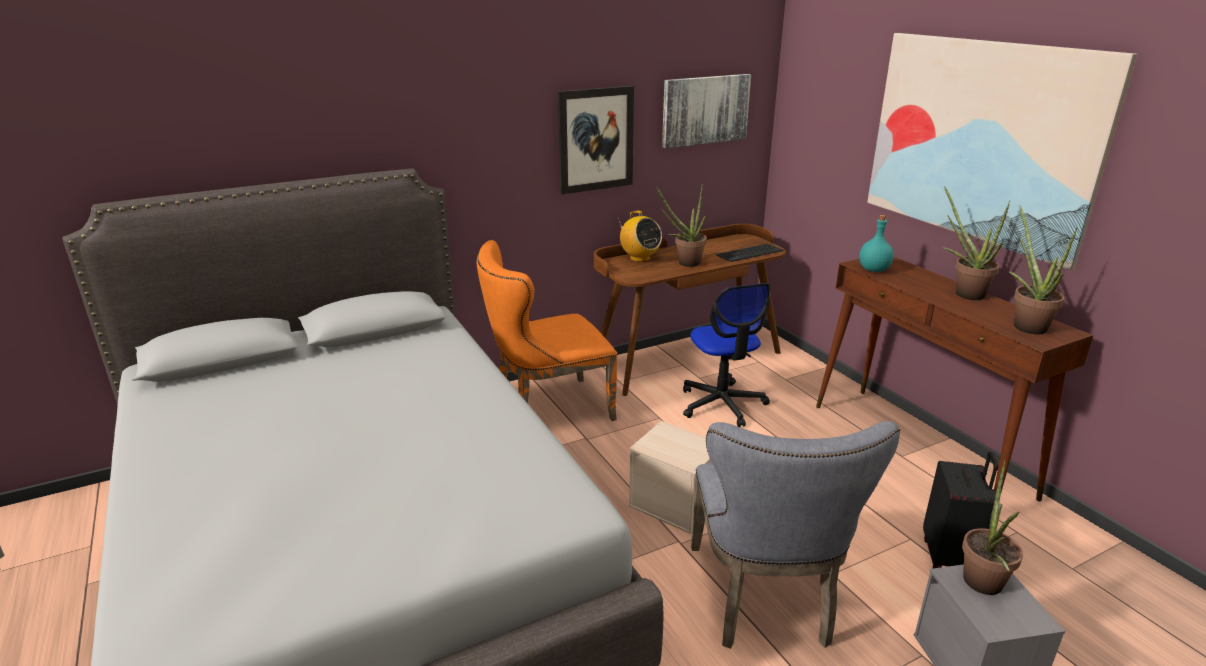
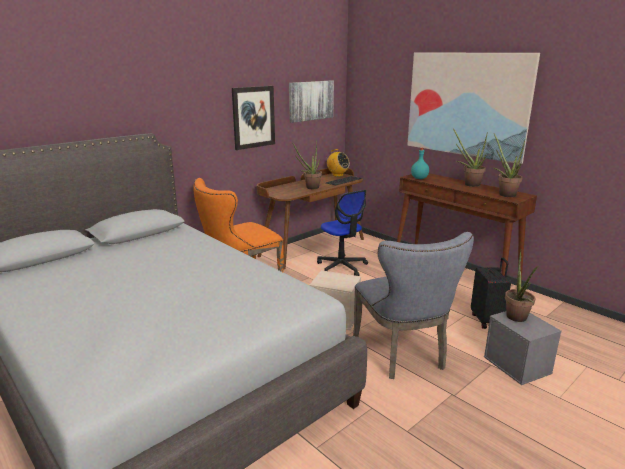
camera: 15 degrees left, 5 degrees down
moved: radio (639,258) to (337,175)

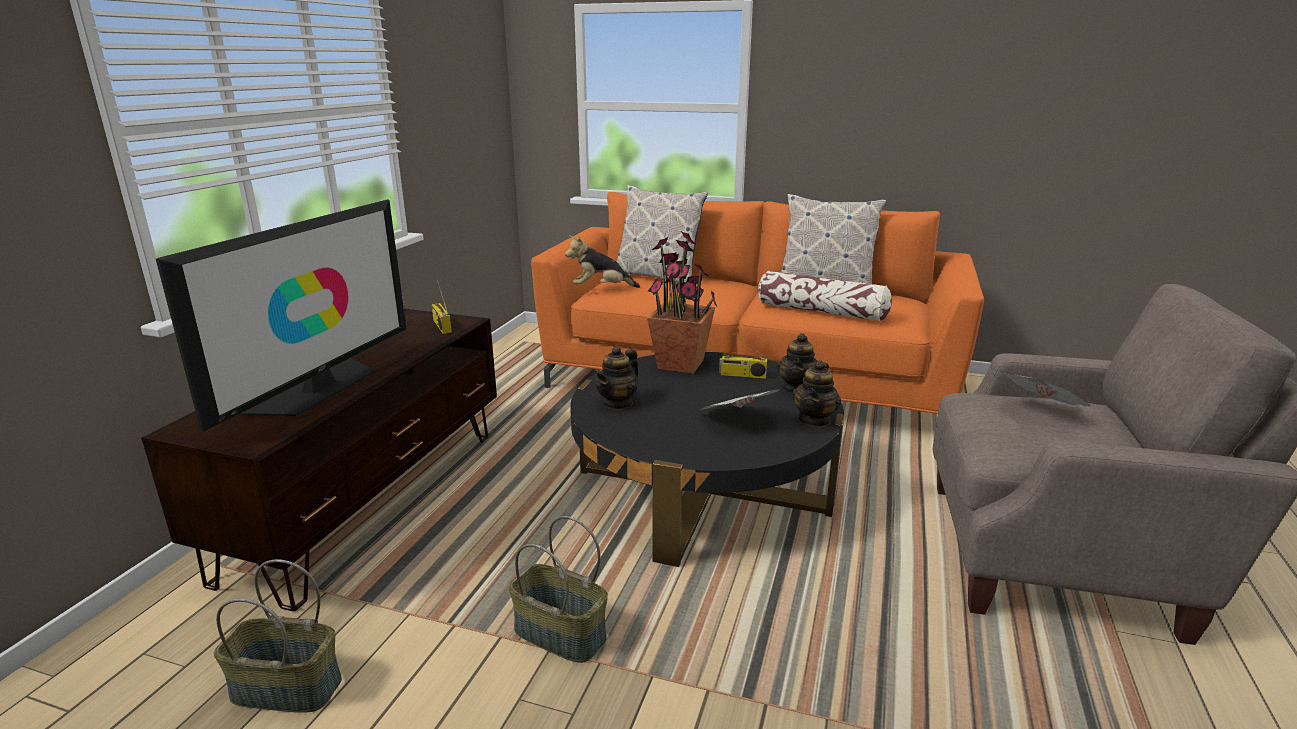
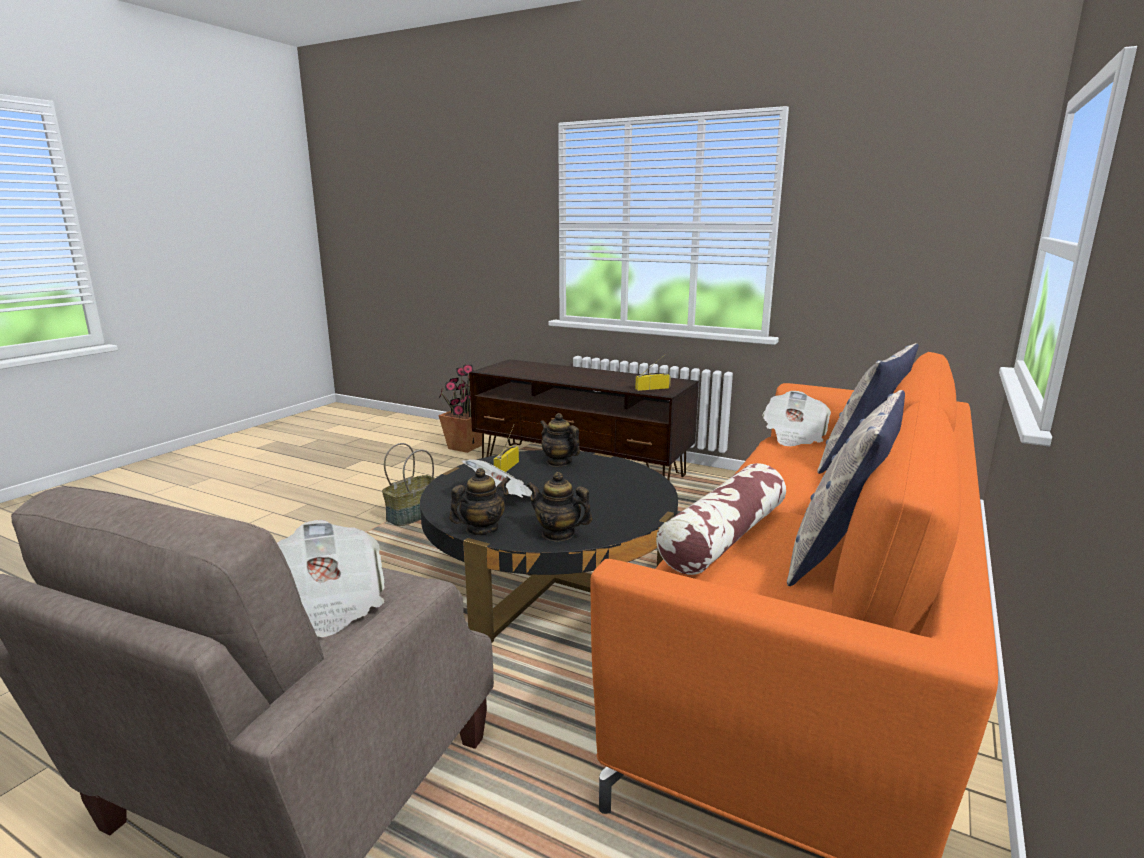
camera: 100 degrees right, 5 degrees down
removed: téléviseur (319,389); panier (285,689)
moved: plante en pot (681,364) to (464,447); radio (742,375) to (506,467)
replaced: peluche (601,288) to journal (793,436)
turned: théière (815,420) = (482,529) 105 degrees clockwise

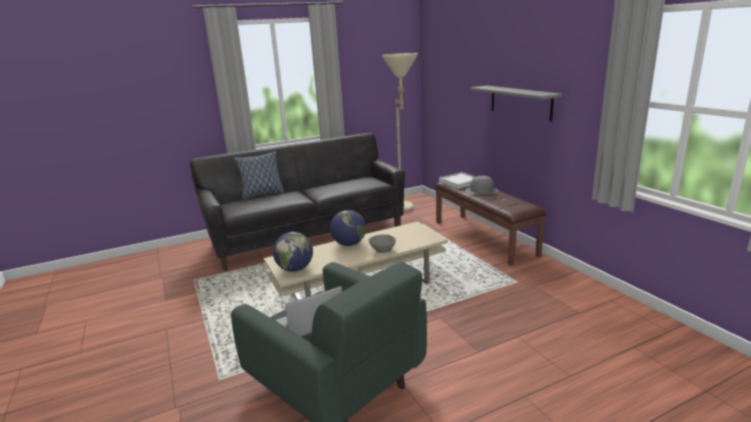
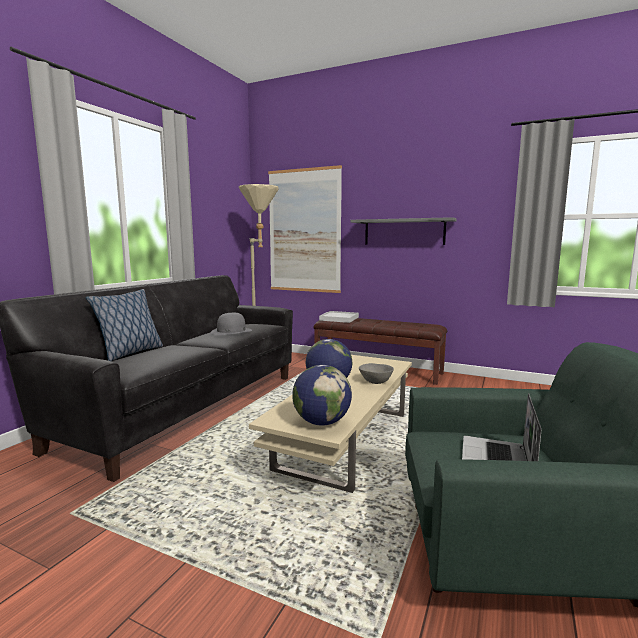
camera: 40 degrees left, 10 degrees down
added: tableau (304,231)
moved: chapeau/gris (481,191) to (231,331)

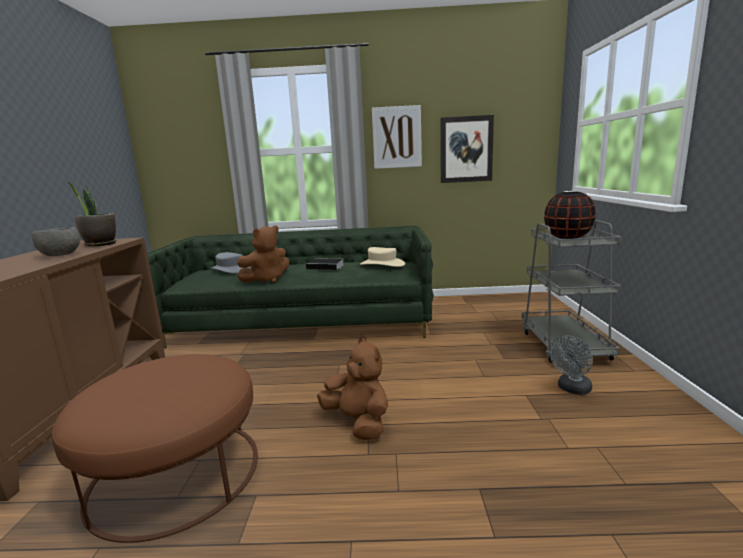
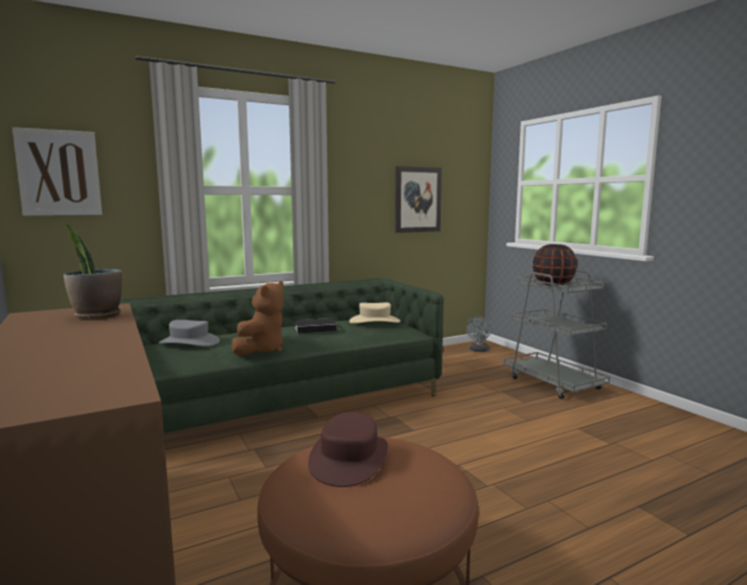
camera: 30 degrees left, 5 degrees down
removed: bol/gris (61,255); peluche/marron (358,422)
added: chapeau/marron (349,459)
moved: tableau (397,137) to (59,173); ventilateur/gris (572,389) to (478,350)

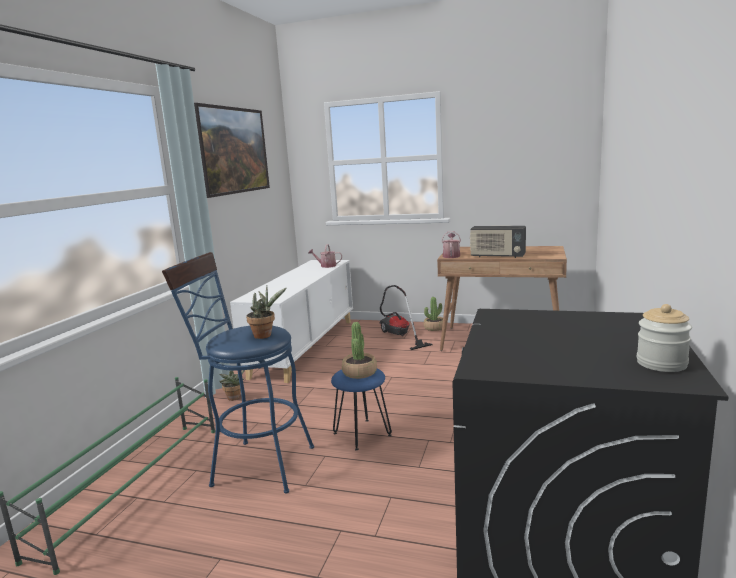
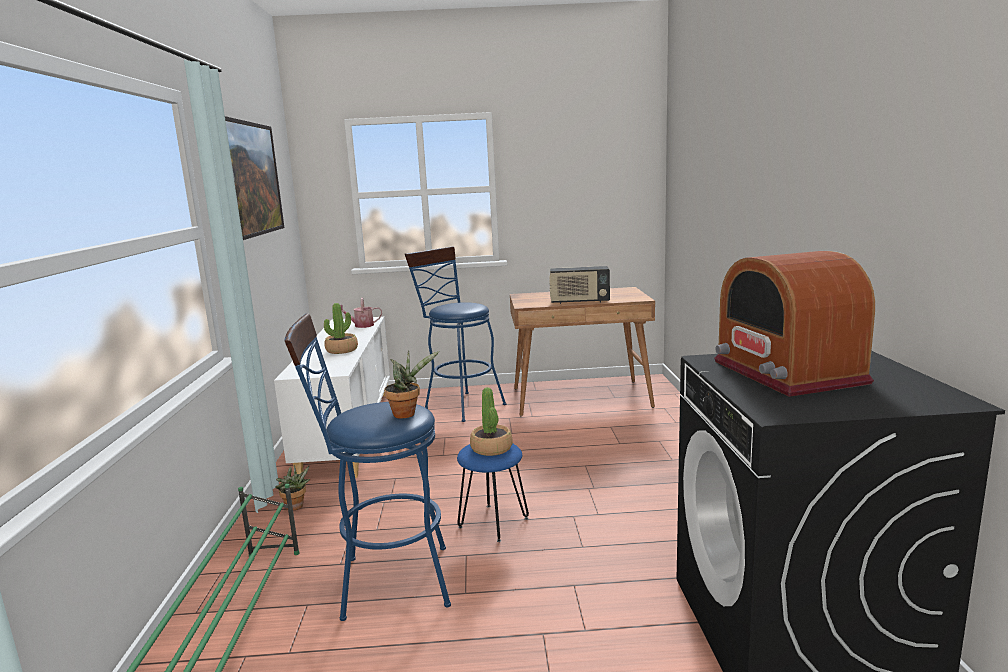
camera: 20 degrees left, 0 degrees up
removed: arrosoir (451,255); bocal (661,363)
added: radio (786,372)
moved: plante en pot (434,328) to (342,350)
replaced: aspirateur (399,336) to tabouret/bleu (460,405)

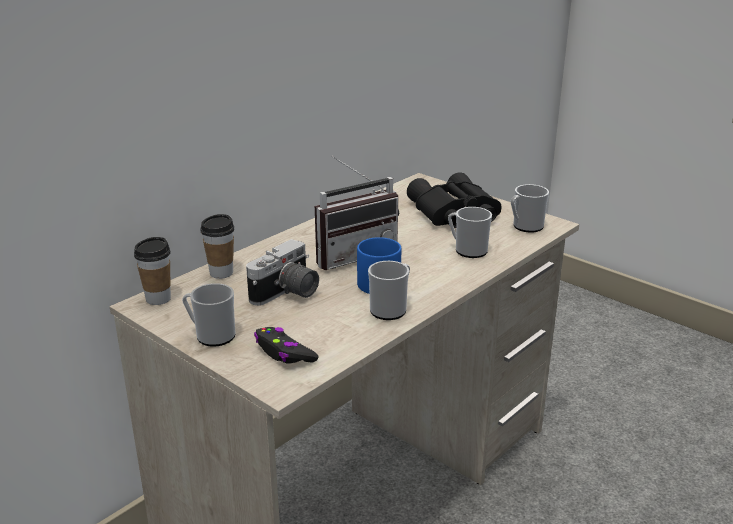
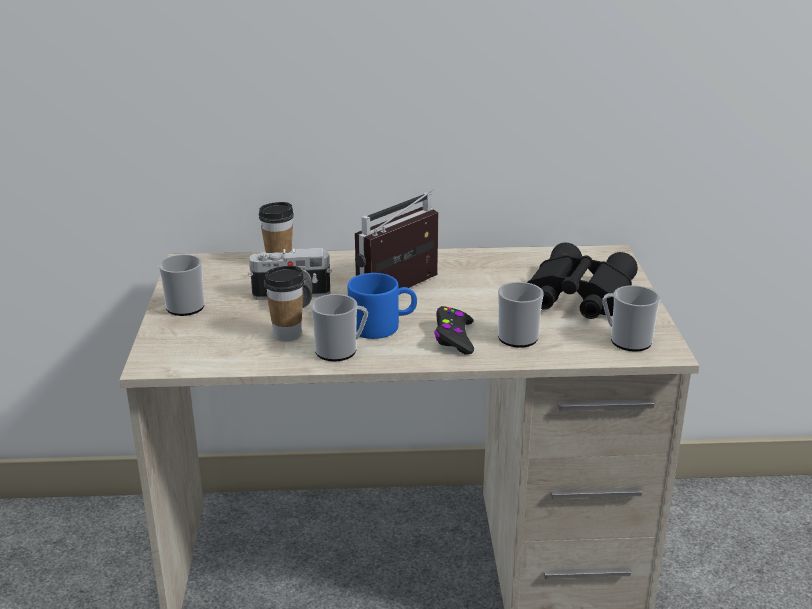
camera: 45 degrees right, 0 degrees up
moved: tasse (158,299) to (287,334); manette/noir (284,353) to (454,338)
turned: radio (353,254) = (405,293) 120 degrees clockwise

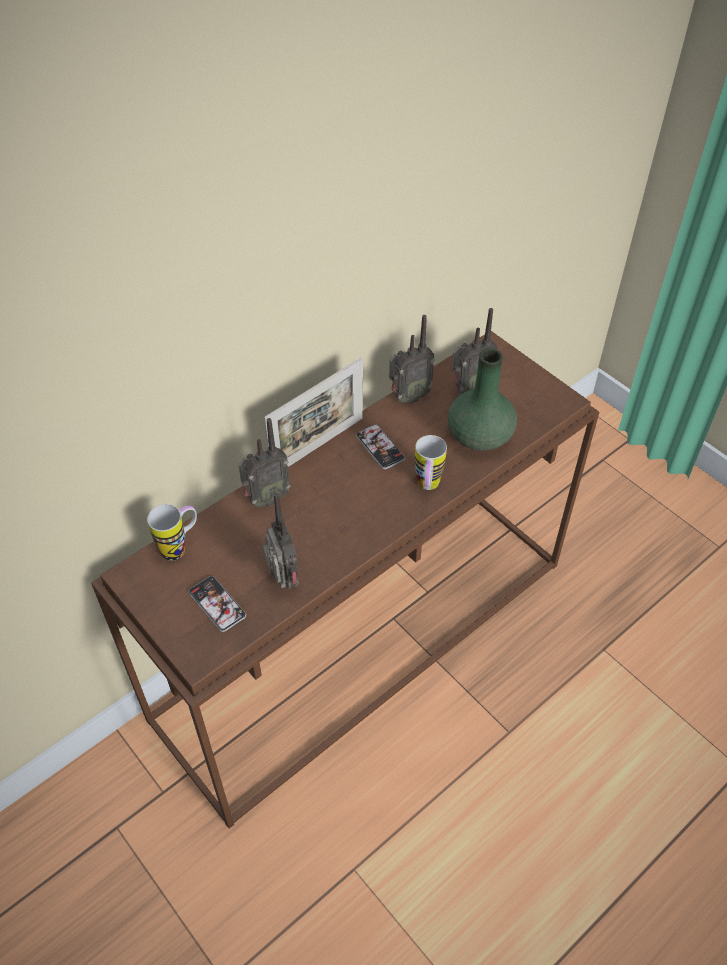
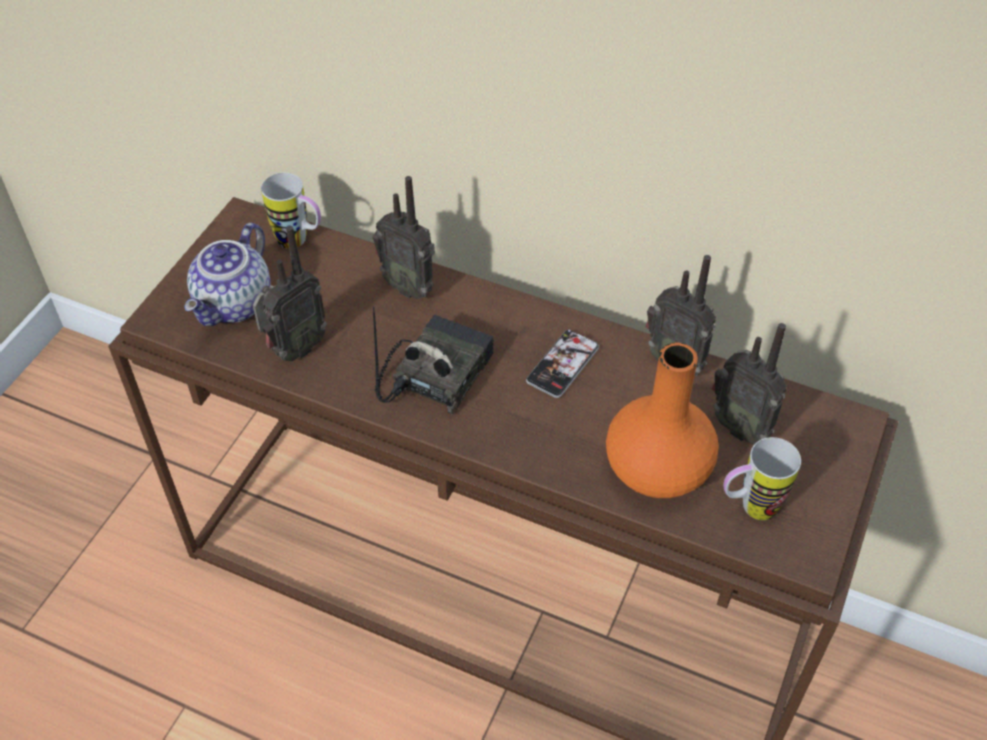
camera: 65 degrees right, 0 degrees up
removed: cadre photo (318,446)
added: radio (434,373)
moved: mug (427,487) to (749,508)
replaced: téléphone (217,604) to théière (235,305)
recoloured: vase/vert (480,436) to vase/orange (658,470)

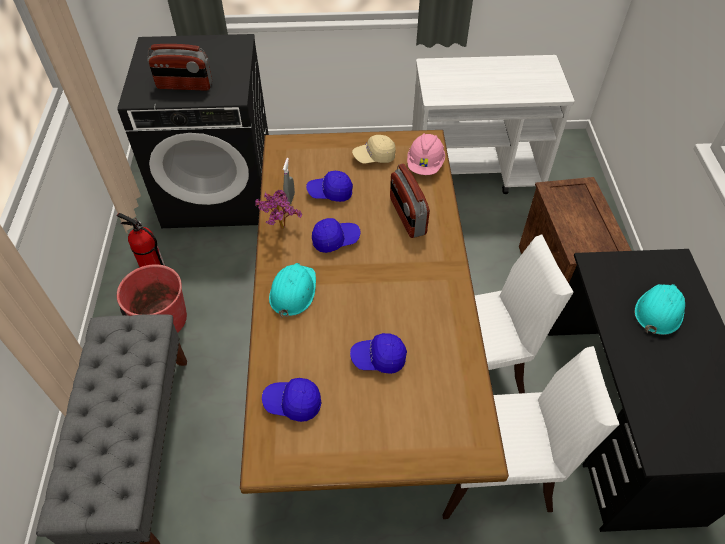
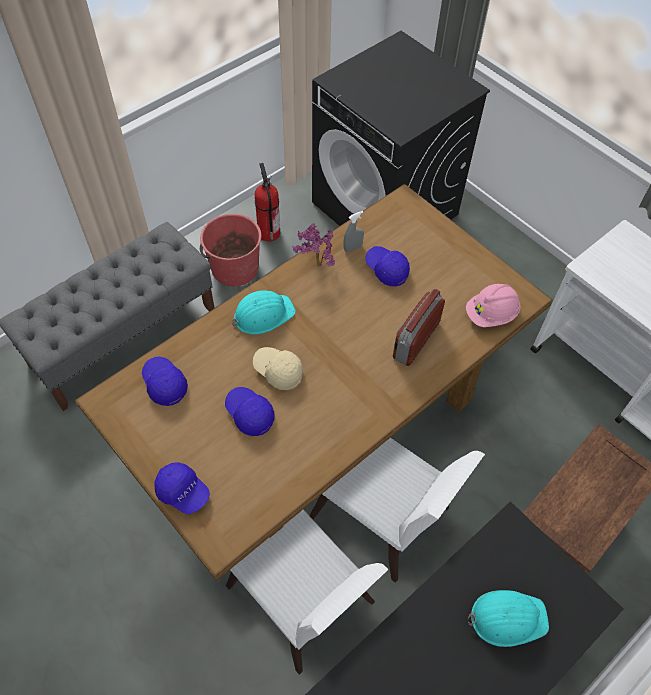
camera: 50 degrees right, 5 degrees up
removed: radio (184,86)
moved: casquette/bleu (335,240) to (183,492); casquette/beige (374,157) to (278,371)

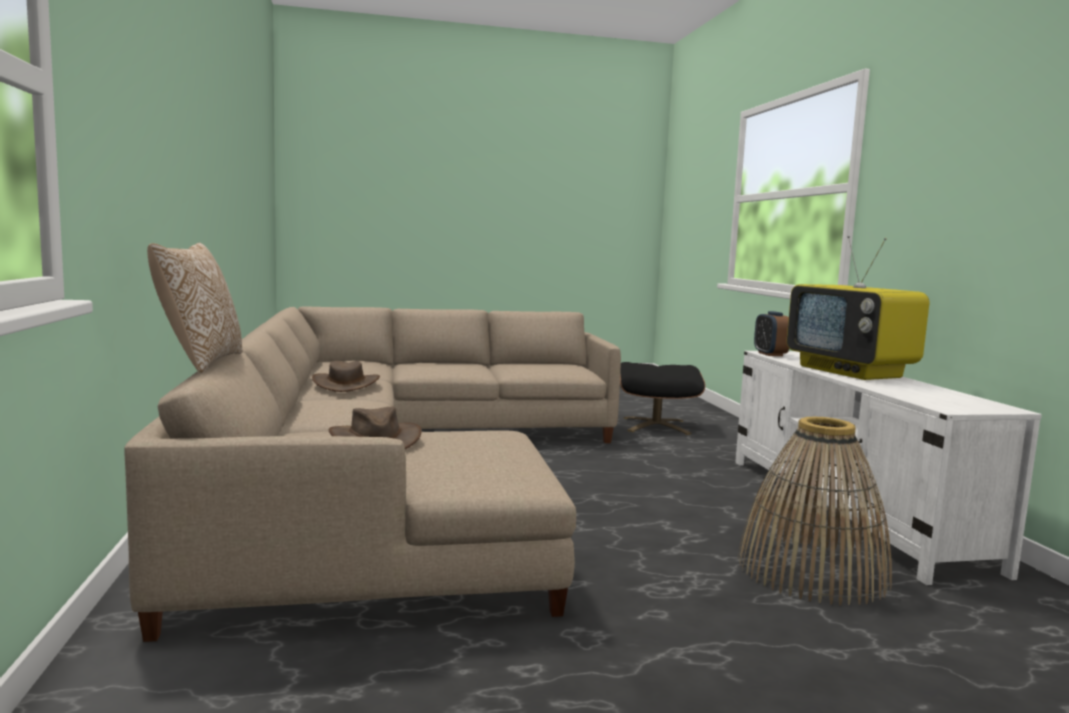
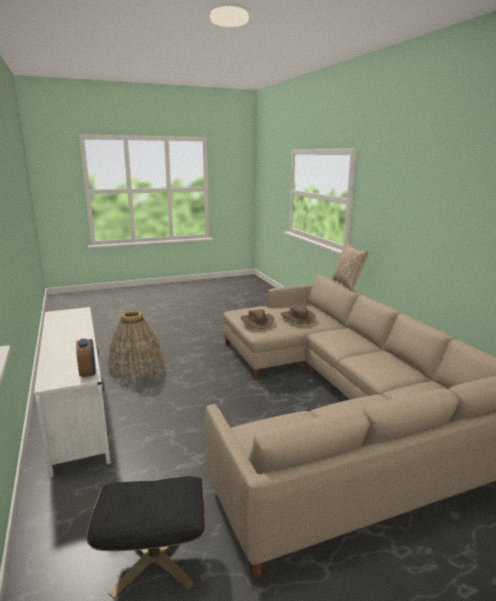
camera: 170 degrees right, 10 degrees up
removed: téléviseur (851,372)
moved: chapeau/marron (346,384) to (257,321)

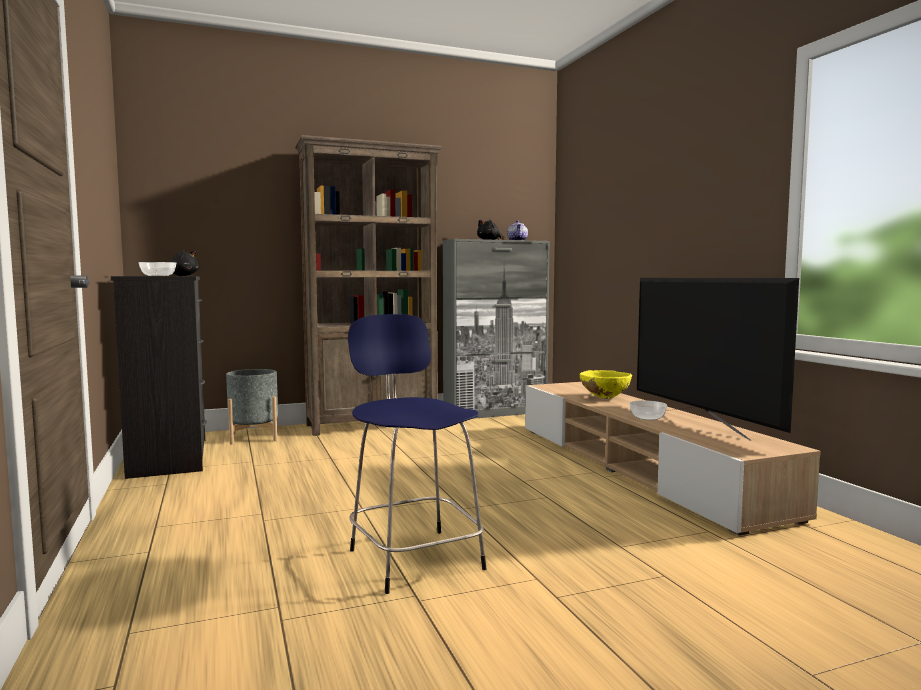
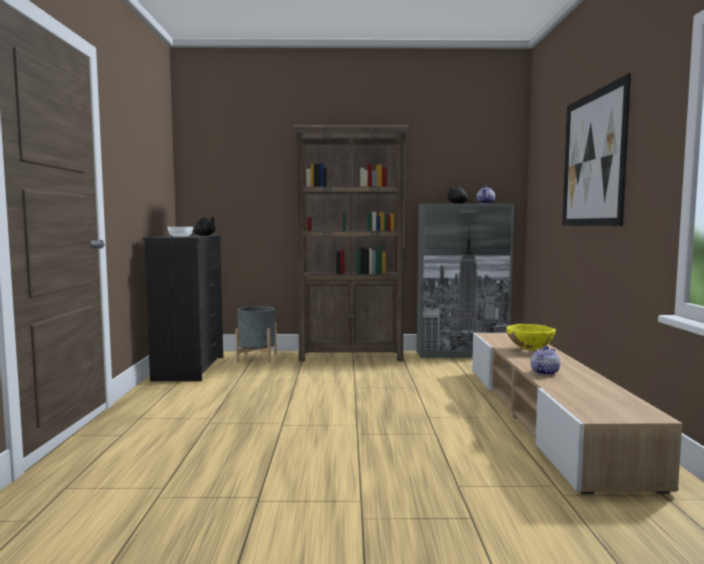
camera: 20 degrees right, 0 degrees up
removed: tabouret/bleu (413,557); téléviseur (702,424)
added: tableau (593,159)
replaced: bol (647,418) to théière (544,372)

